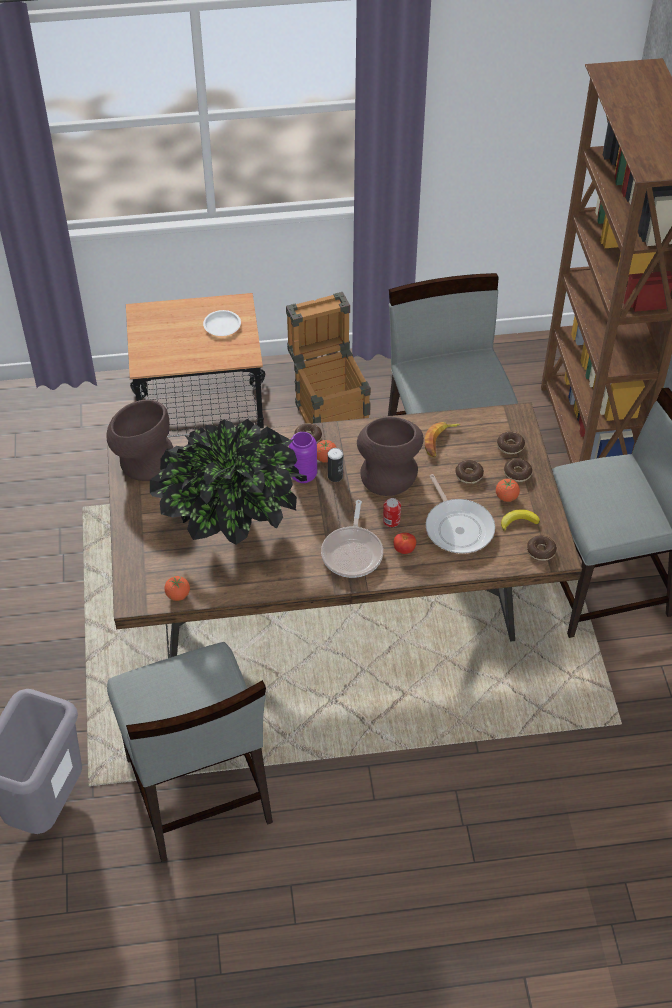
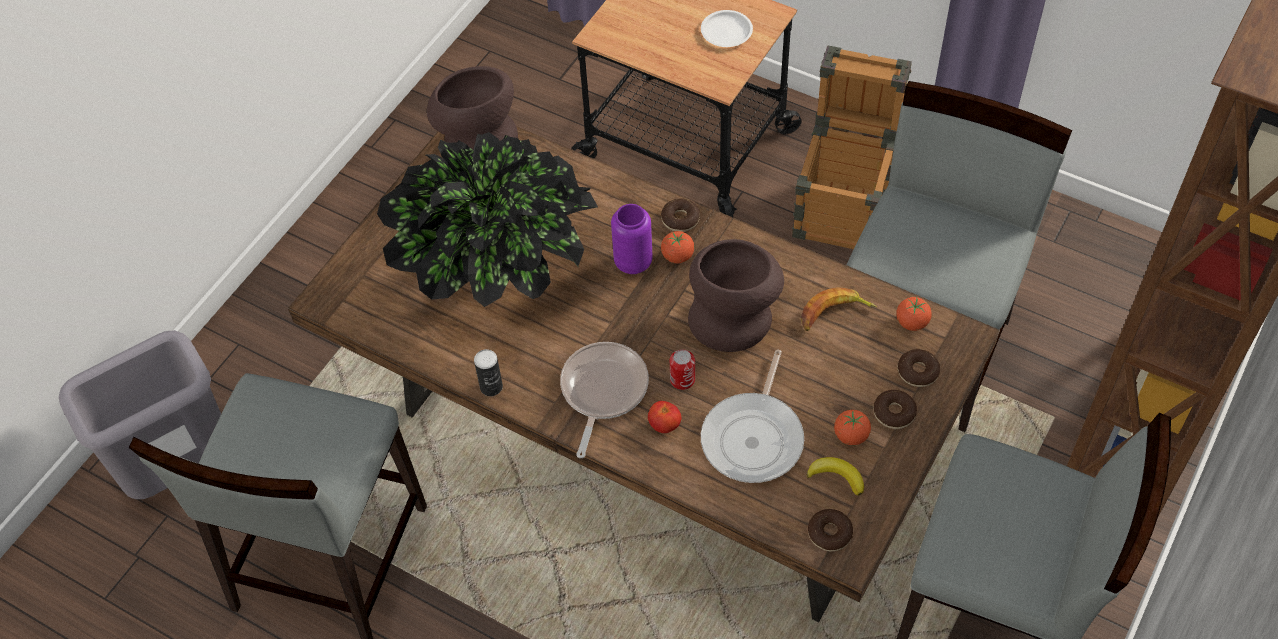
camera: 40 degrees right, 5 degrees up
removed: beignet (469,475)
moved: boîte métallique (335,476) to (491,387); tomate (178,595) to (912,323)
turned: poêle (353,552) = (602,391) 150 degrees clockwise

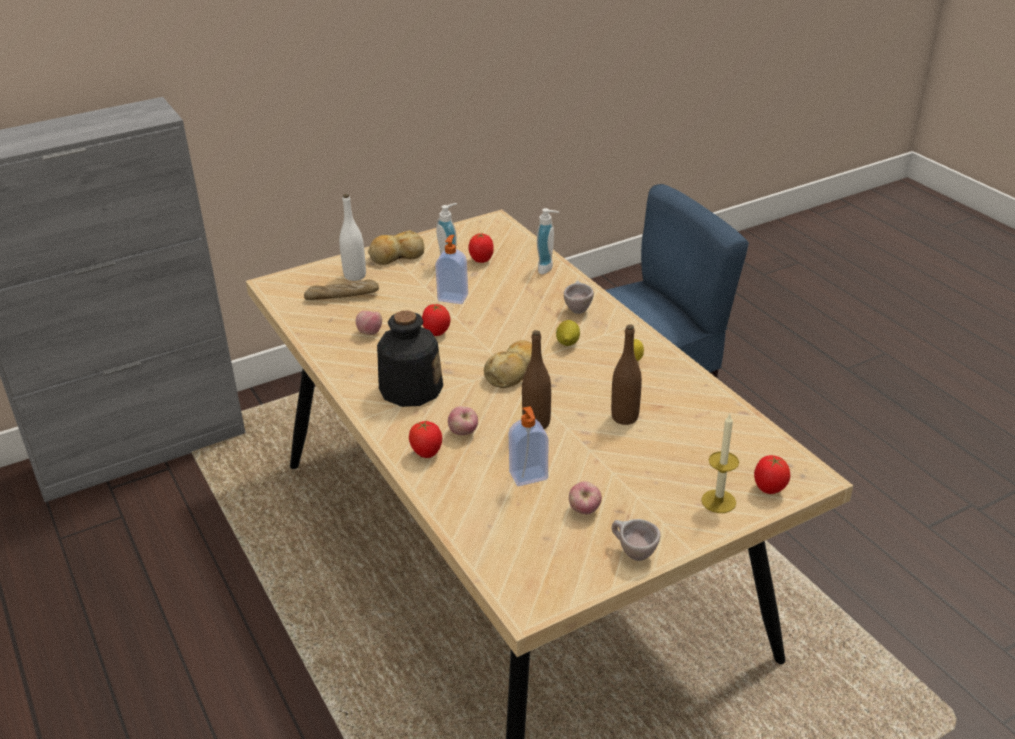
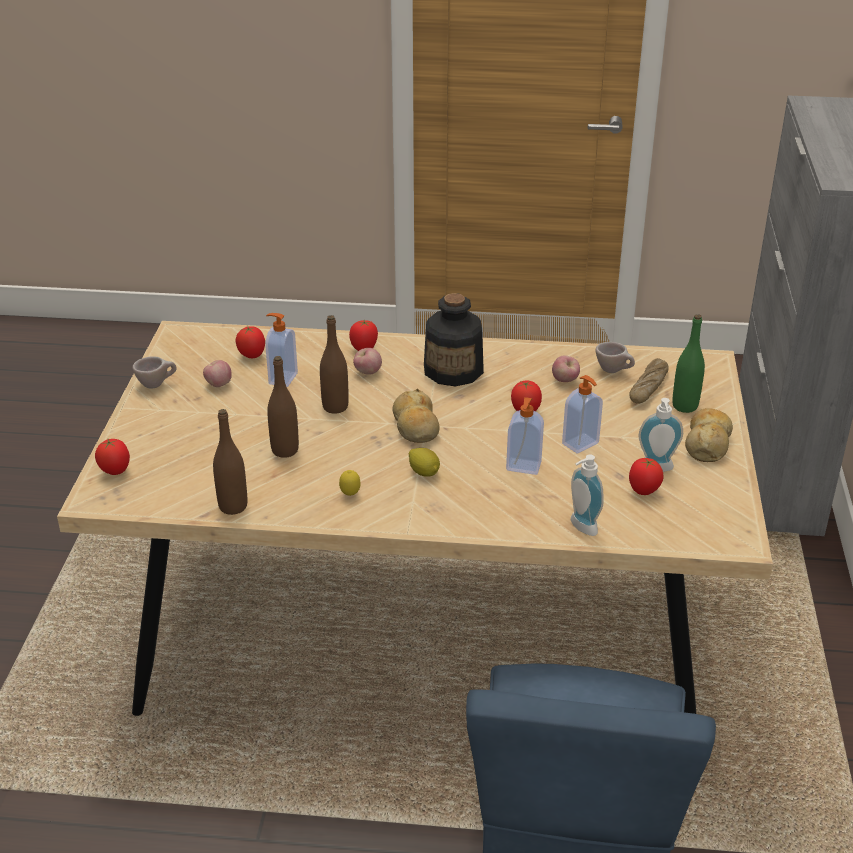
camera: 125 degrees right, 0 degrees up
removed: bougie (718,501)
added: bouteille/marron (233,506); tomate (252,356); distributeur de savon (523,467)
moved: tasse/beige (577,308) to (614,371)
recoloured: bouteille/blanc (355,276) to bouteille/vert (685,406)

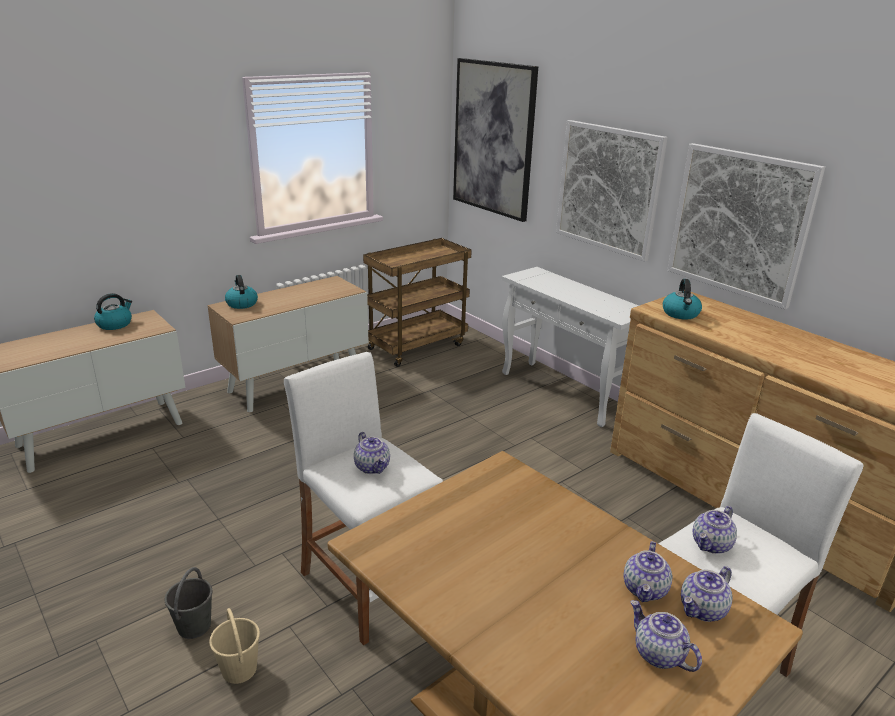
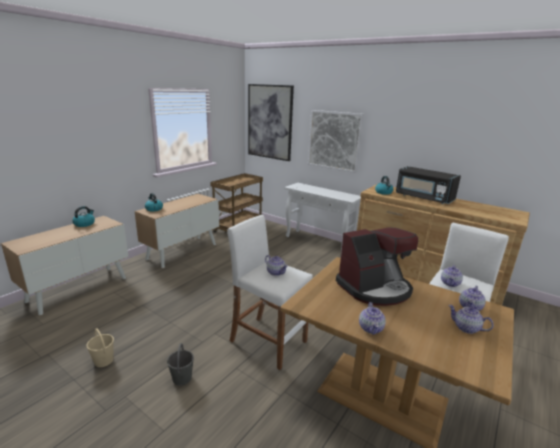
camera: 15 degrees left, 5 degrees down
removed: tableau (739,223)
added: machine à café (375,288); micro-ondes/noir (423,198)
moved: seau/beige (239,670) to (104,361); théière (645,590) to (371,328)

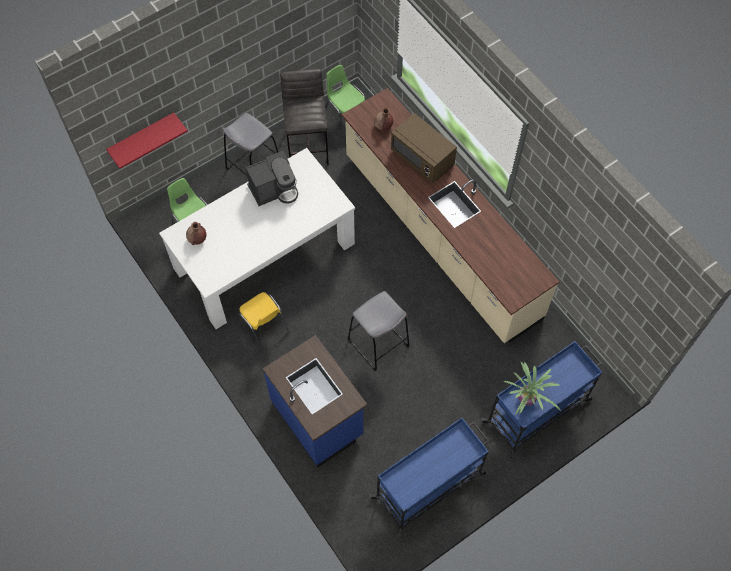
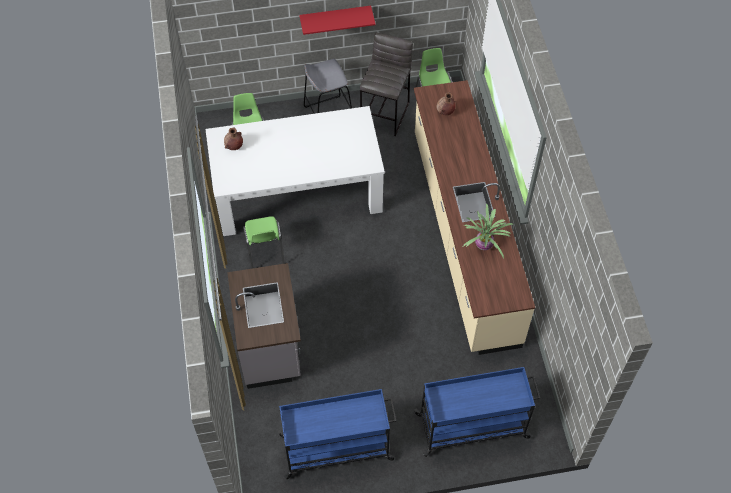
camera: 25 degrees right, 5 degrees down
removed: machine à café (274,190); tabouret/gris (378,343); micro-ondes/marron (422,158)
moved: étagère/rouge (142,137) to (335,17); plante en pot (527,399) to (484,245)
recoloured: comptoir de cuisine/bleu (318,418) to comptoir de cuisine/gris (270,347); chaise/jaune (264,328) to chaise/vert (265,251)

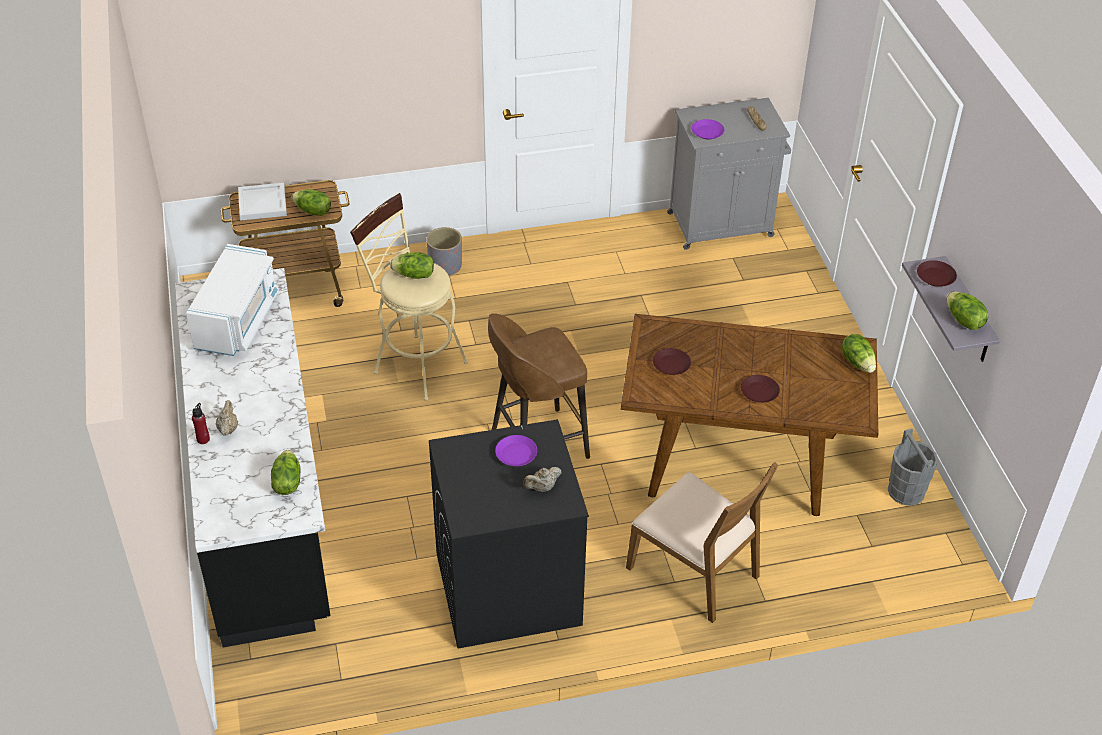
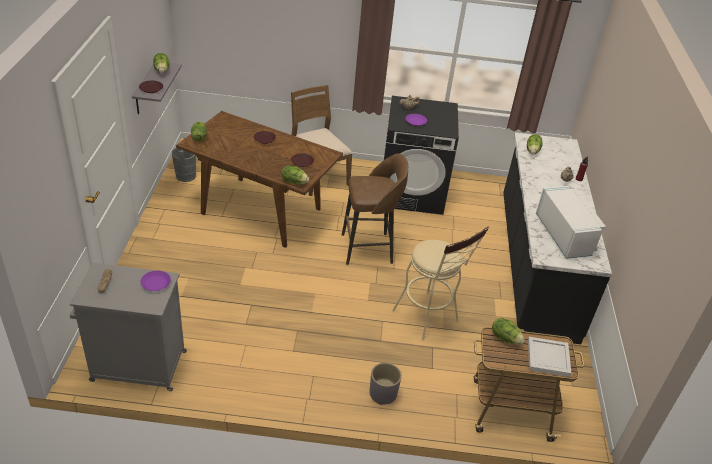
camera: 165 degrees left, 5 degrees down
moved: laitue (414,275) to (294,182)
turned: micro-ondes/blanc (237,320) = (564,235) 135 degrees clockwise

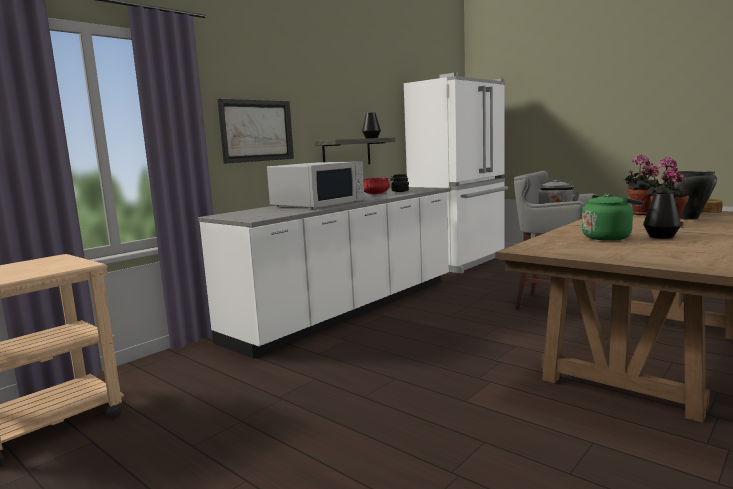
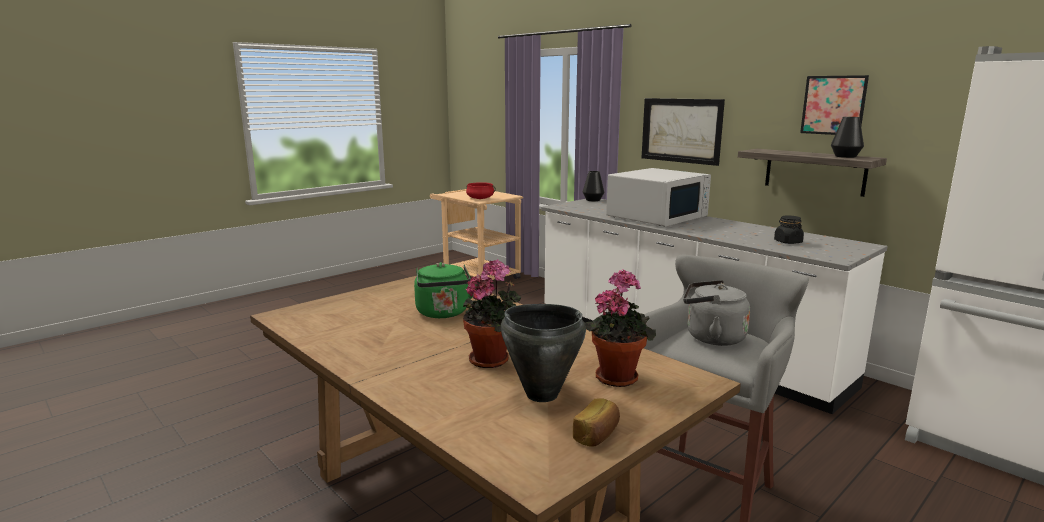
camera: 95 degrees right, 5 degrees up
added: tableau (833,105)
moved: marmite/rouge (375,194) to (480,198); vase/noir (661,237) to (593,200)
turned: micro-ondes/blanc (318,203) = (657,217) 90 degrees counterclockwise

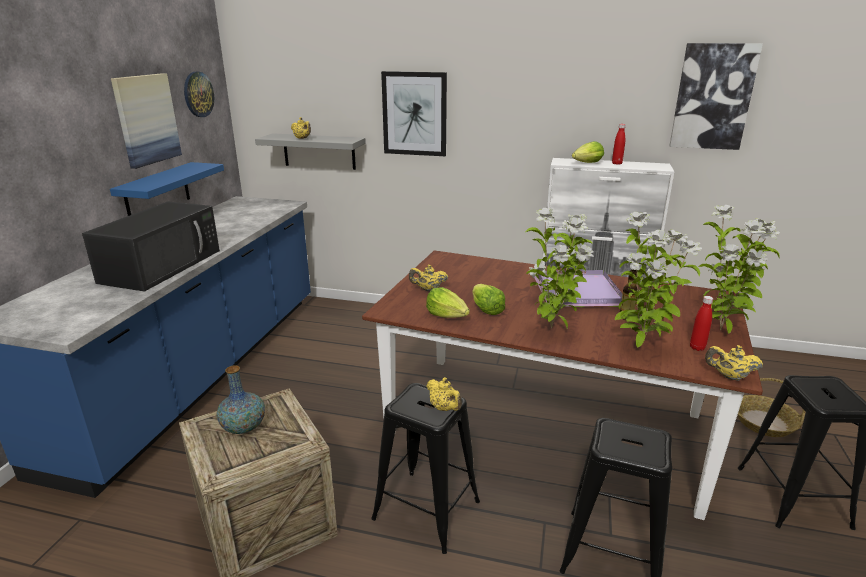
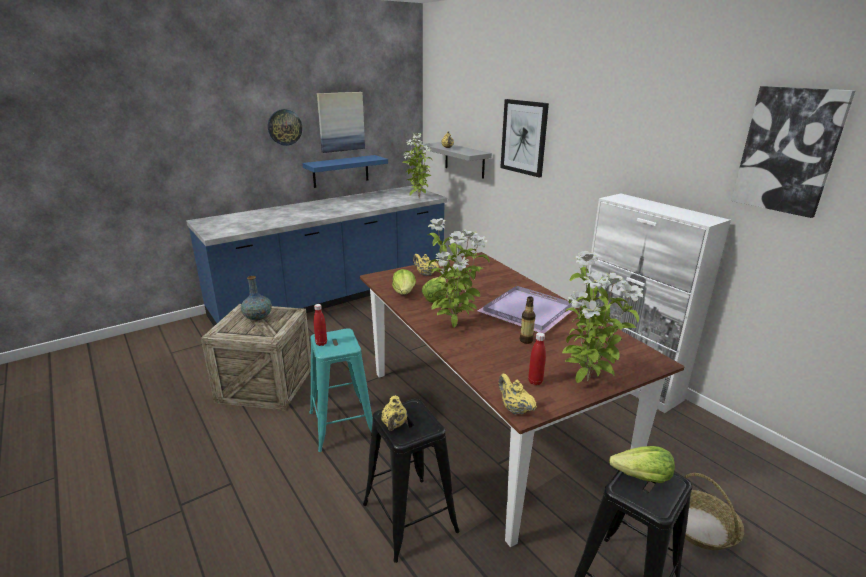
camera: 40 degrees right, 0 degrees up
removed: micro-ondes/noir (162,265)
moved: horloge murale (198,94) to (284,127); bouteille/rouge (617,163) to (321,343); théière/jaune (444,408) to (394,425); plante en pot (641,345) to (418,198); laitue (587,163) to (642,477)
recoloured: tabouret/noir (427,510) to tabouret/turquoise (342,425)

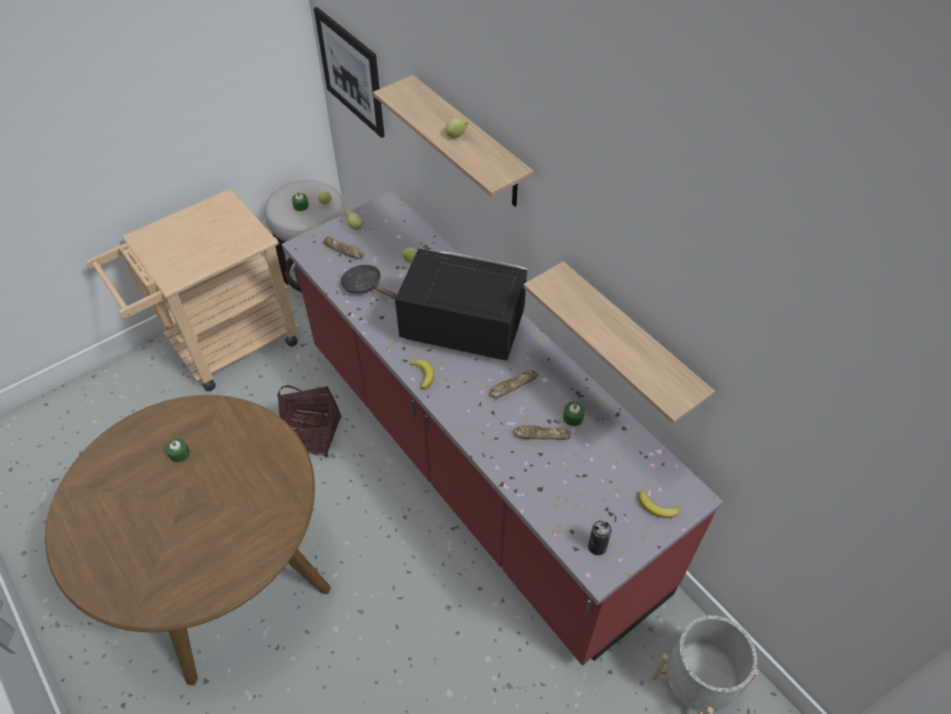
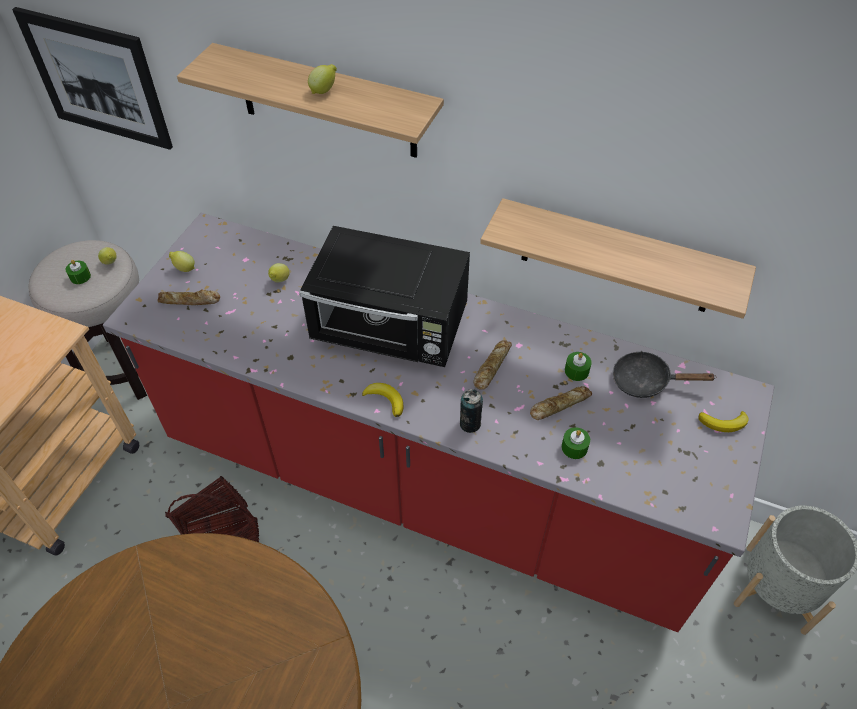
camera: 30 degrees left, 0 degrees up
moved: boîte métallique (597,546) to (470,424); bougie/vert (179,453) to (574,447); poêle/noir (365,286) to (646,381)
turned: micro-ondes/noir (461,328) = (391,330) 150 degrees counterclockwise

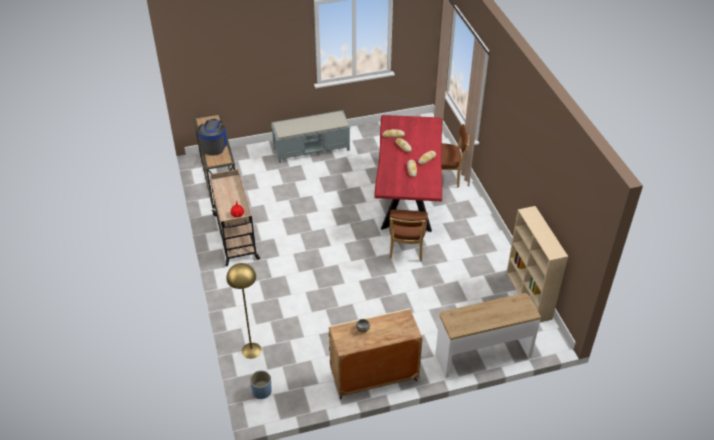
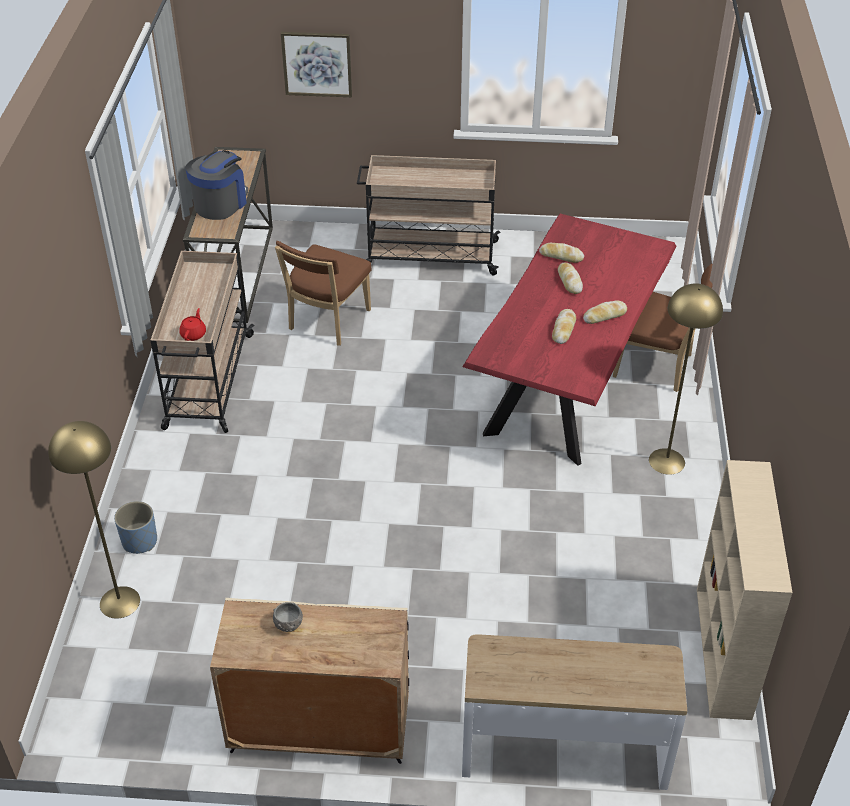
camera: 20 degrees right, 0 degrees up
added: tableau (317,64); lampadaire/jaune (667,461)
moved: cache-pot/bleu (262,391) to (139,541); chaise/marron (406,249) to (327,322)
replaced: banc/gris (312,149) to chariot/beige (429,255)

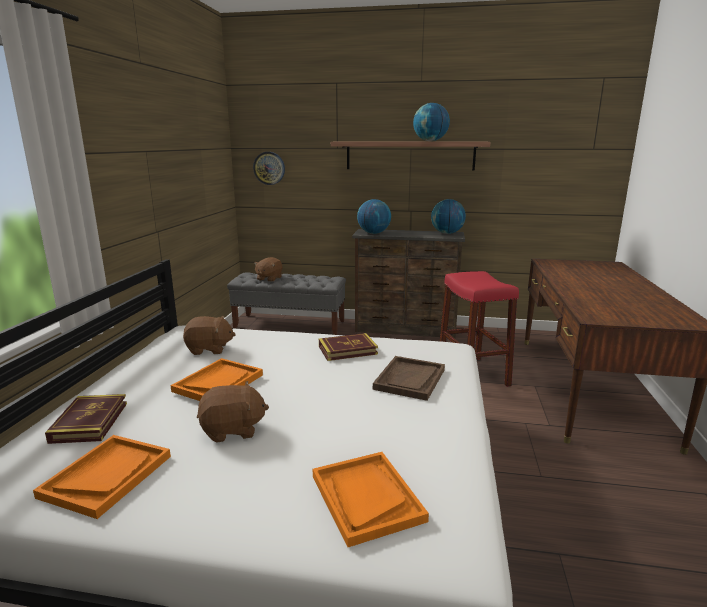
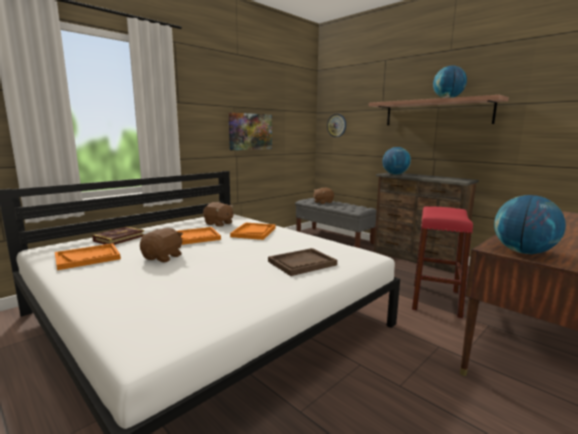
camera: 35 degrees right, 5 degrees down
removed: livre (347,350)
added: tableau (250,131)
moved: plateau/orange (366,498) to (253,232); globe (447,233) to (523,252)
turned: peluche/marron (233,430) = (163,257) 90 degrees counterclockwise

